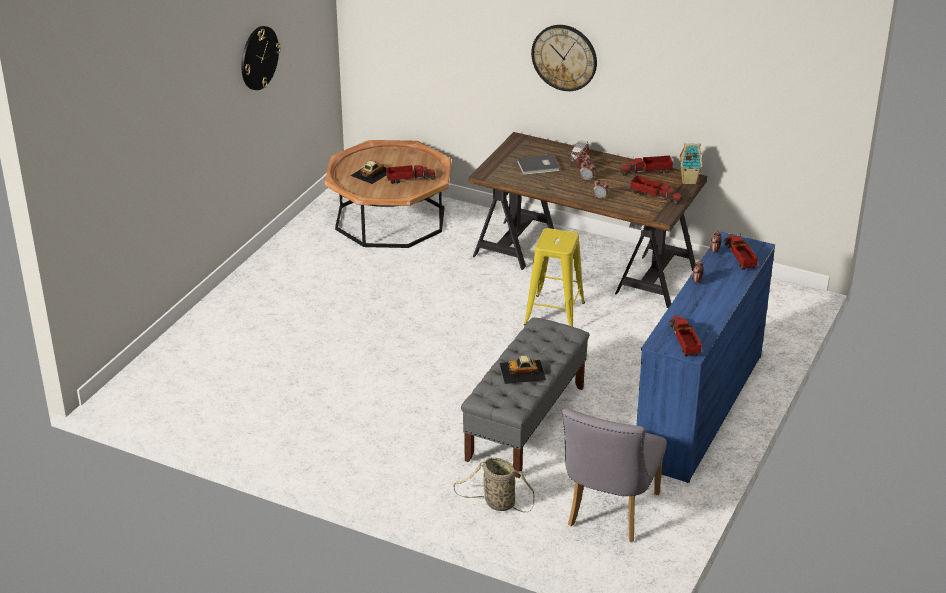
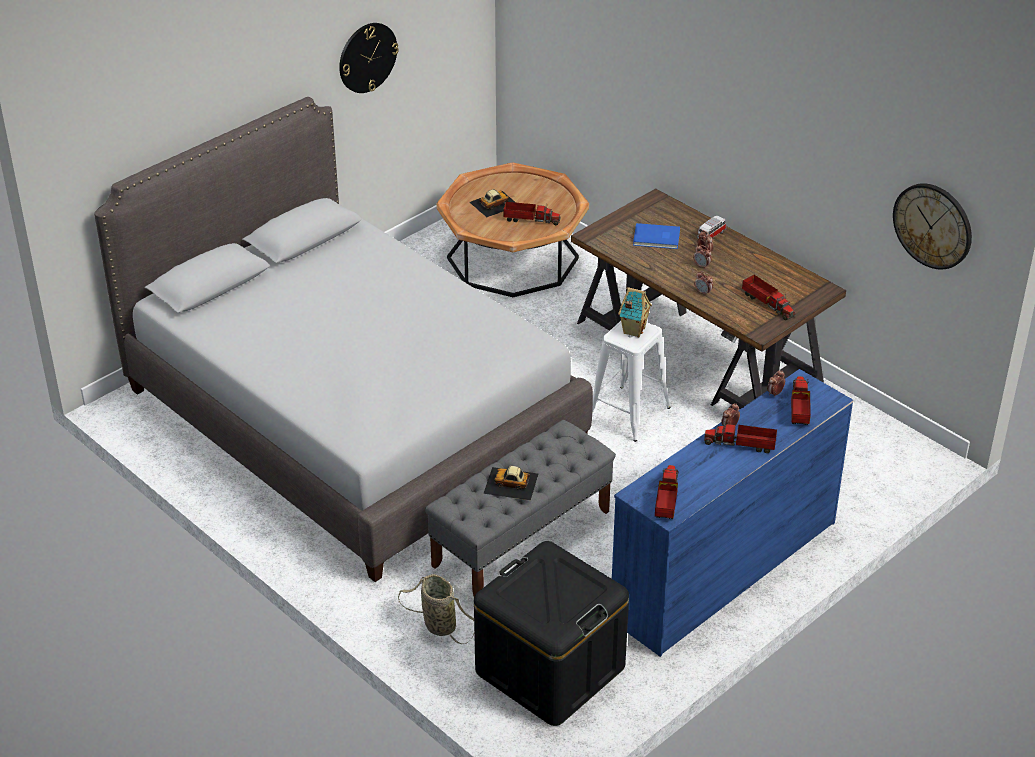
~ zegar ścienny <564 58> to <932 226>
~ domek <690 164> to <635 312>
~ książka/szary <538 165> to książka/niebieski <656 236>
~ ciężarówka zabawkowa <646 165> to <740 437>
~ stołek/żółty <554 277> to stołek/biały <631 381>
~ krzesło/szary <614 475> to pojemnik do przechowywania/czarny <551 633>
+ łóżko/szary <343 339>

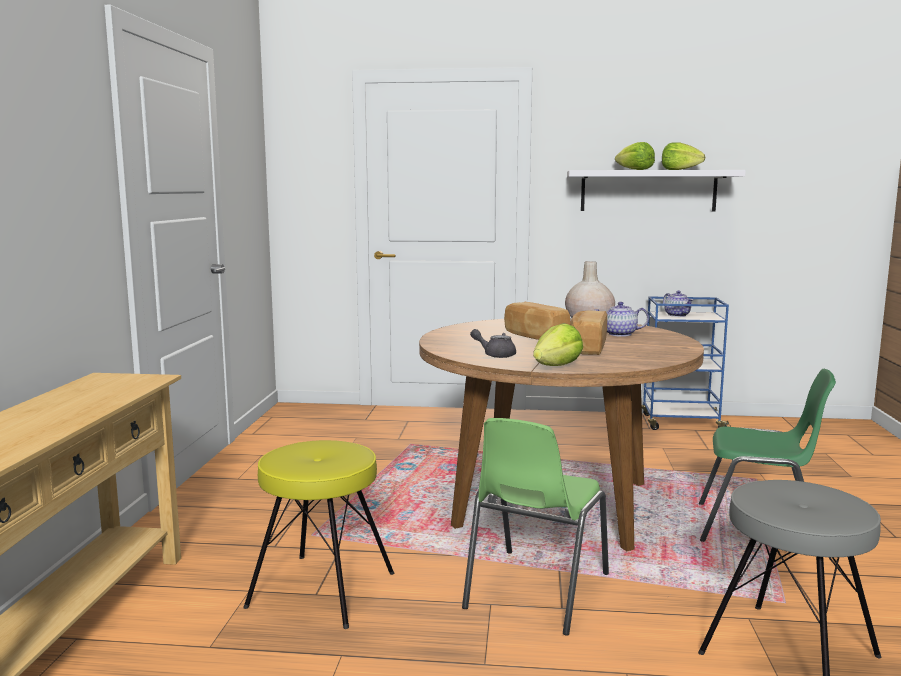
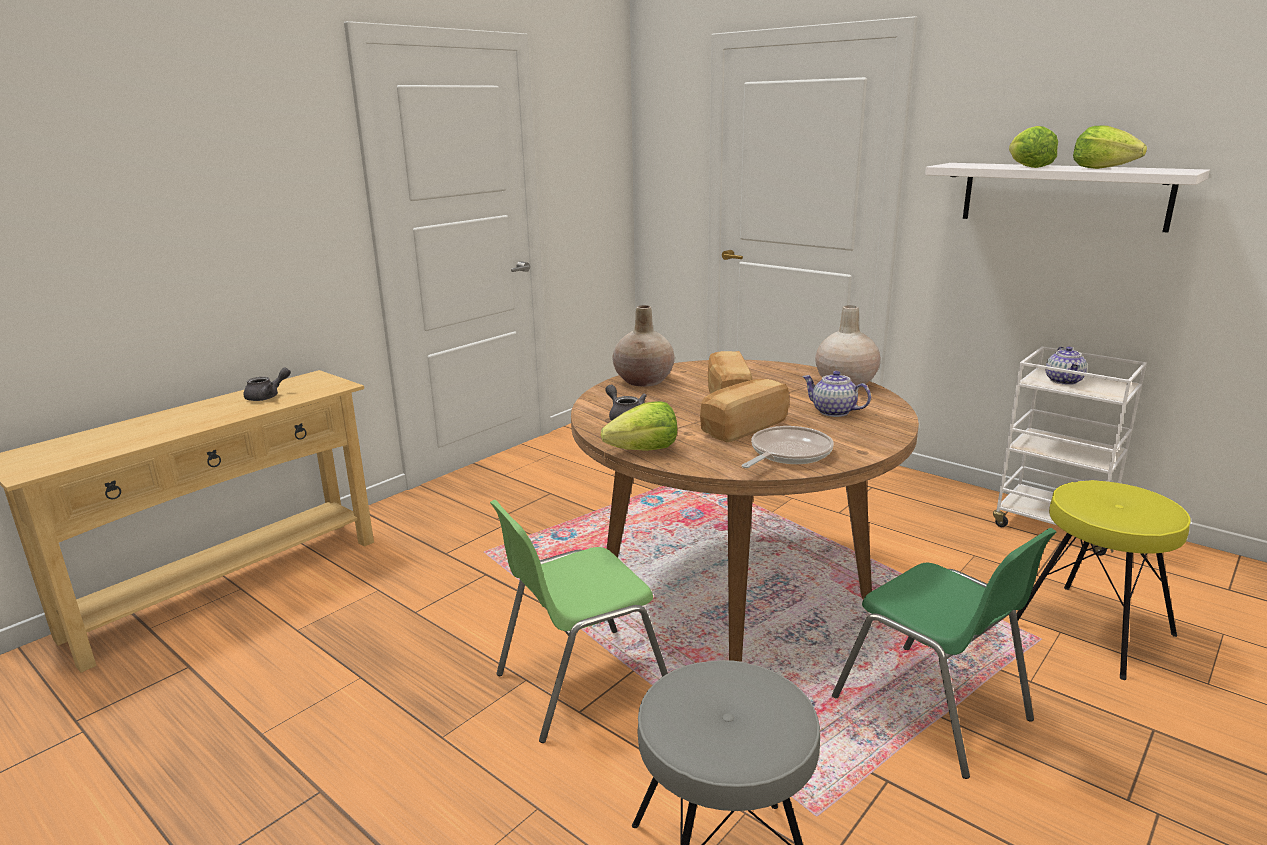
~ wózek/niebieski <686 363> to wózek/biały <1070 451>
~ stołek/żółty <318 534> to <1104 580>
+ wazon/beżowy <643 346>
+ imbryk/szary <267 384>
+ patelnia <787 447>

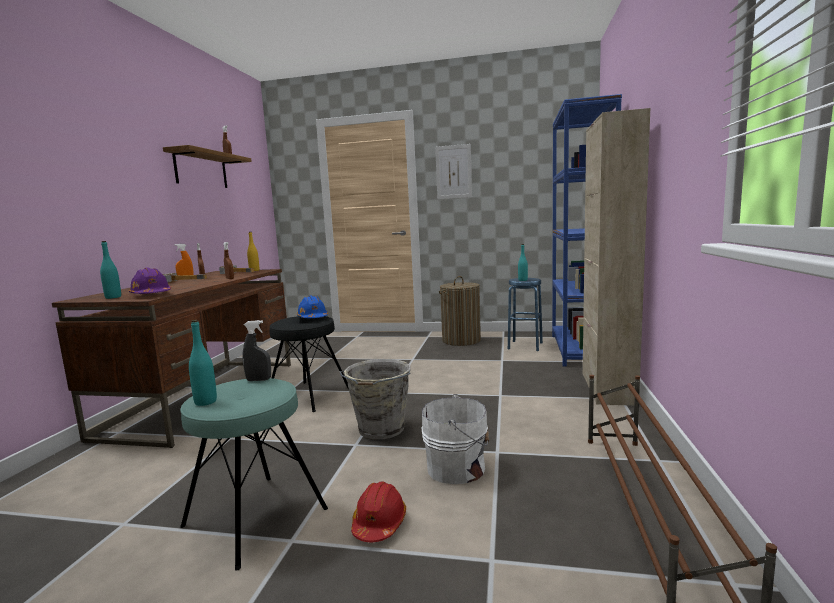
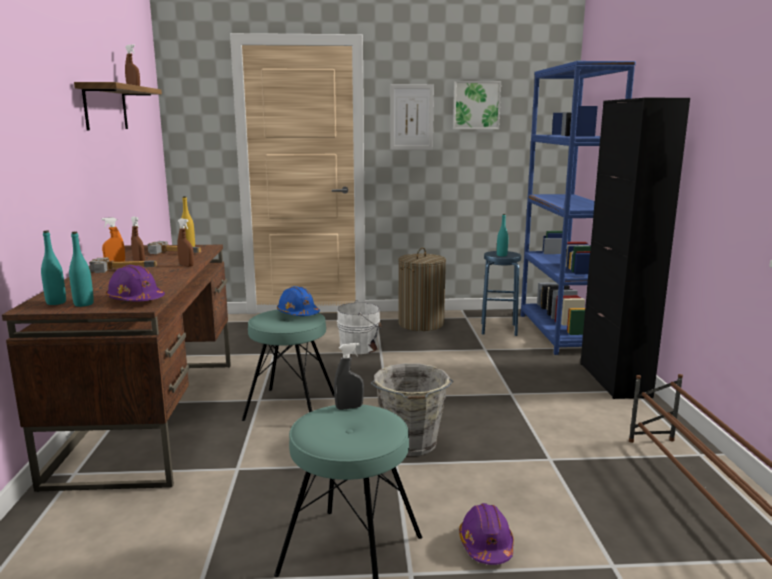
~ szafka/beżowy <616 257> to szafka/czarny <635 248>
~ stołek/czarny <309 364> to stołek/turkusowy <288 365>
~ butelka/turkusowy <203 363> to <53 268>
~ wiadro/biały <455 439> to <359 327>
~ kask/czerwony <378 511> to kask/fioletowy <486 534>
+ obraz <477 105>

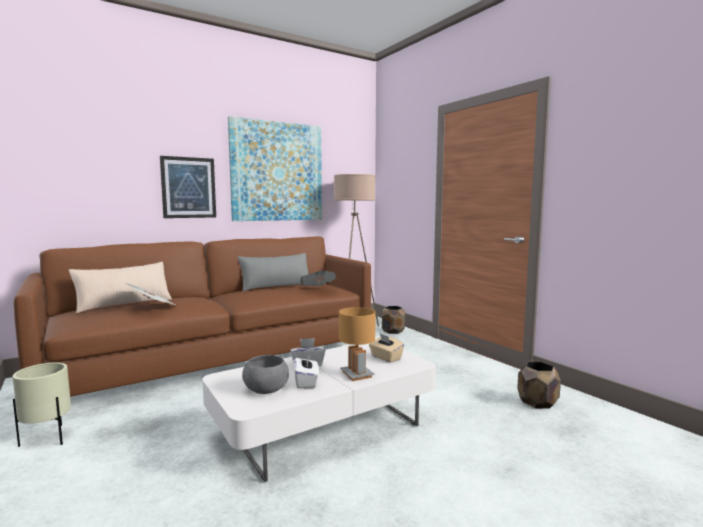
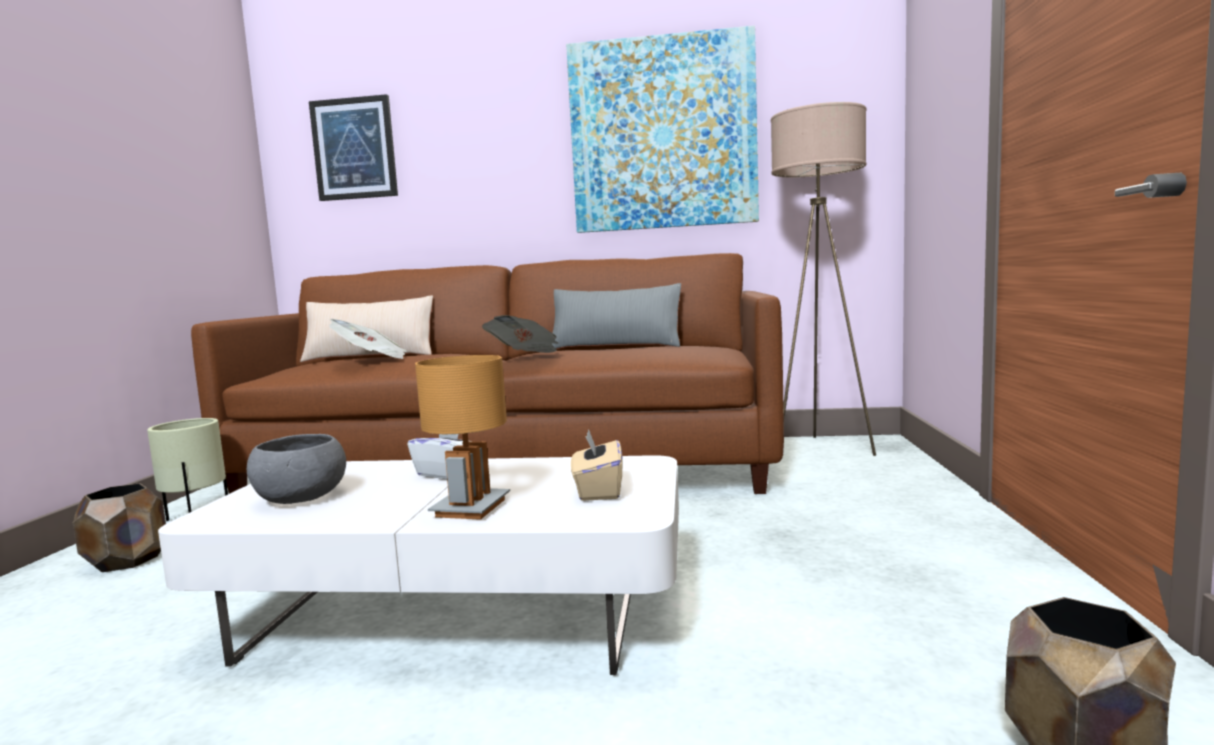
~ obraz <188 187> to <353 147>
~ gazeta <318 278> to <520 334>
~ donica/brązowy <393 320> to <119 528>
- pudełko chusteczek/biały <306 371>

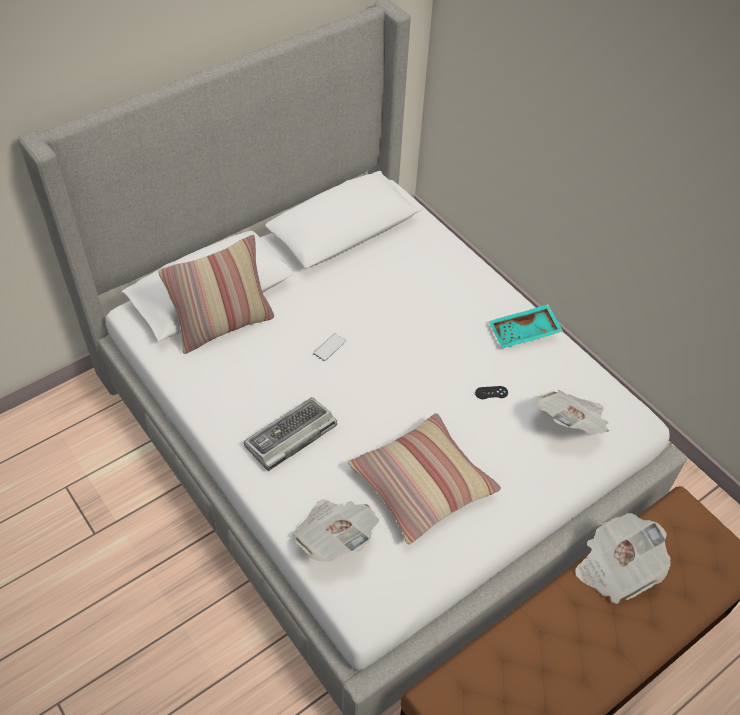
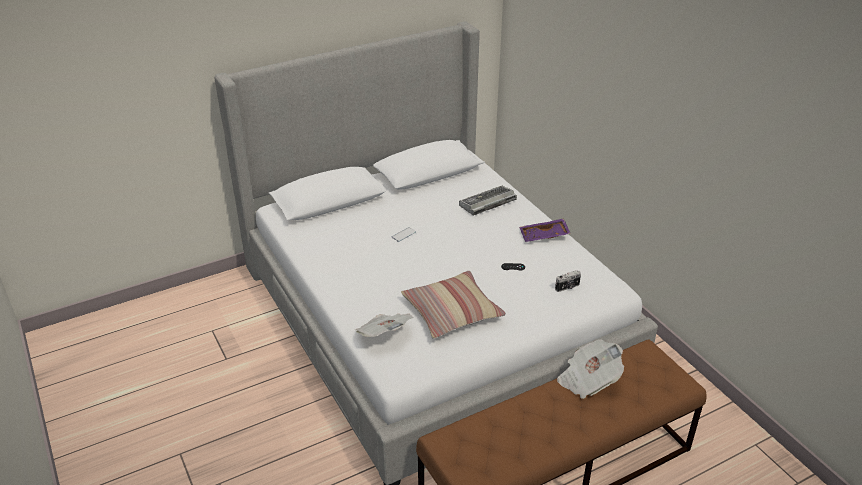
- poduszka <216 294>
~ taca/turkusowy <526 326> to taca/fioletowy <545 230>
~ gazeta <573 412> to aparat fotograficzny <568 281>
~ klawiatura <290 434> to <488 201>

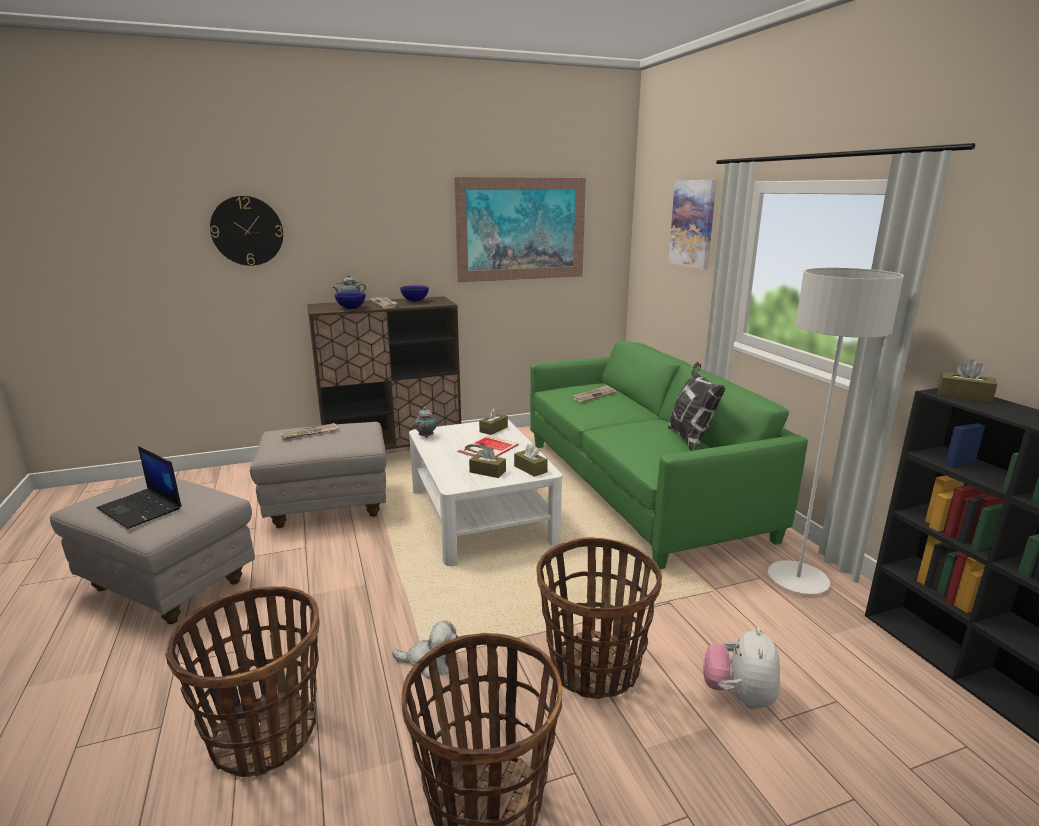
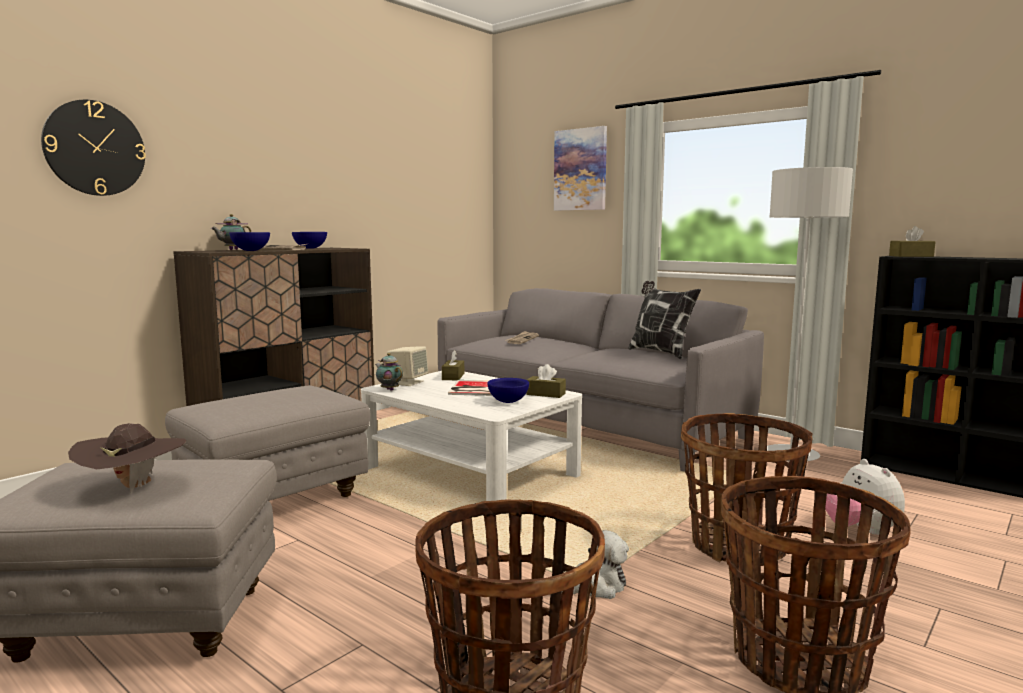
- obraz <520 229>
~ kanapa/zielony <669 455> to kanapa/szary <601 380>
- gazeta <309 431>
~ laptop <139 487> to kapelusz/brązowy <127 458>
~ pudełko chusteczek/brązowy <487 462> to miska/niebieski <508 390>
+ głośnik/beżowy <407 366>

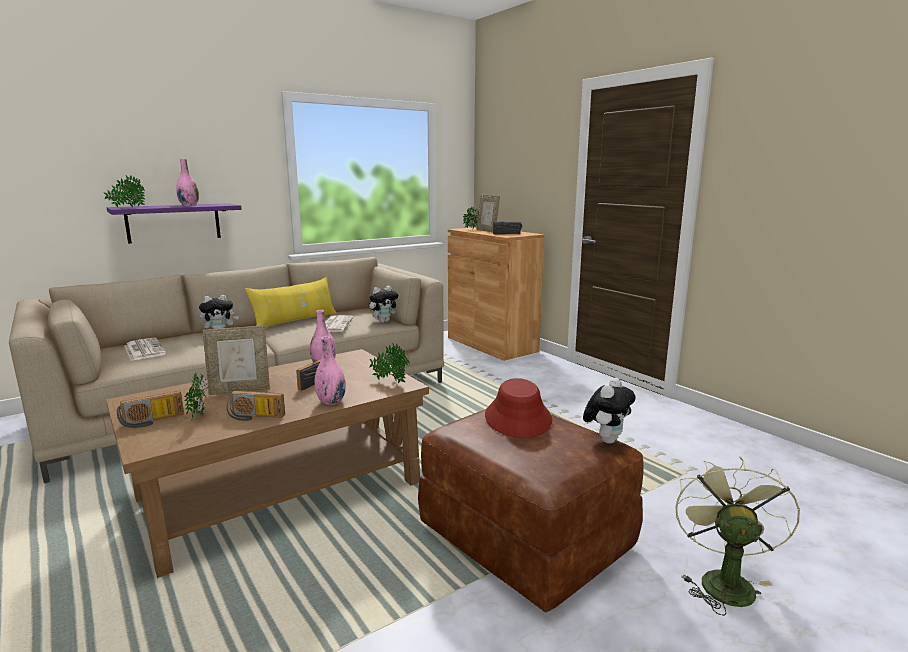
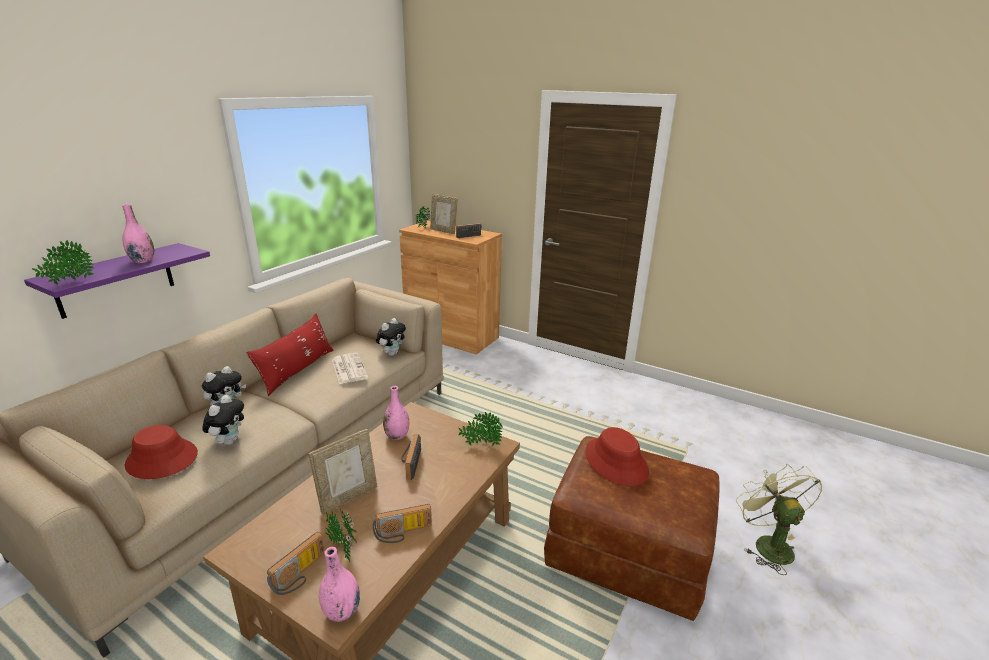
~ poduszka/żółty <291 302> to poduszka/czerwony <290 355>
~ wazon/różowy <330 370> to <339 584>
~ gazeta <145 349> to kapelusz/czerwony <161 452>
~ pluszak <609 411> to <223 420>

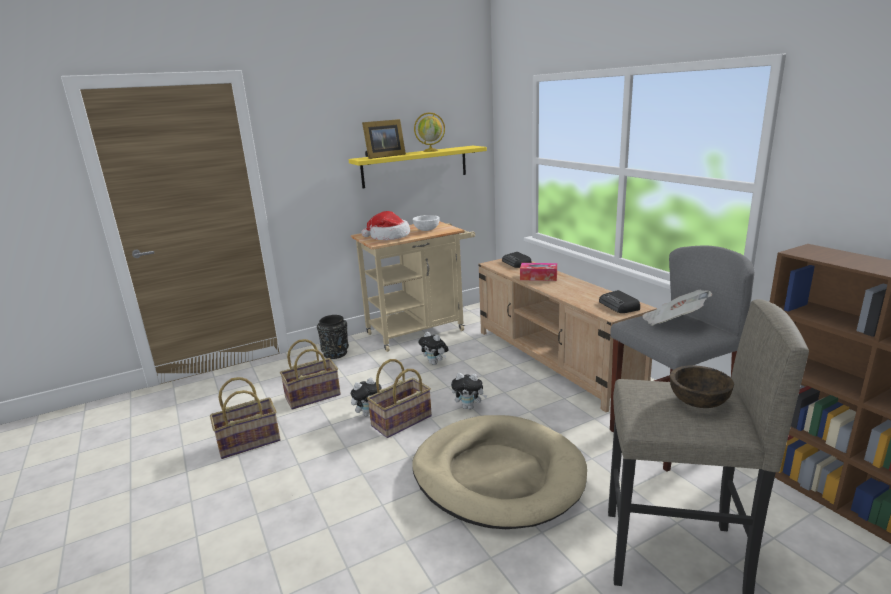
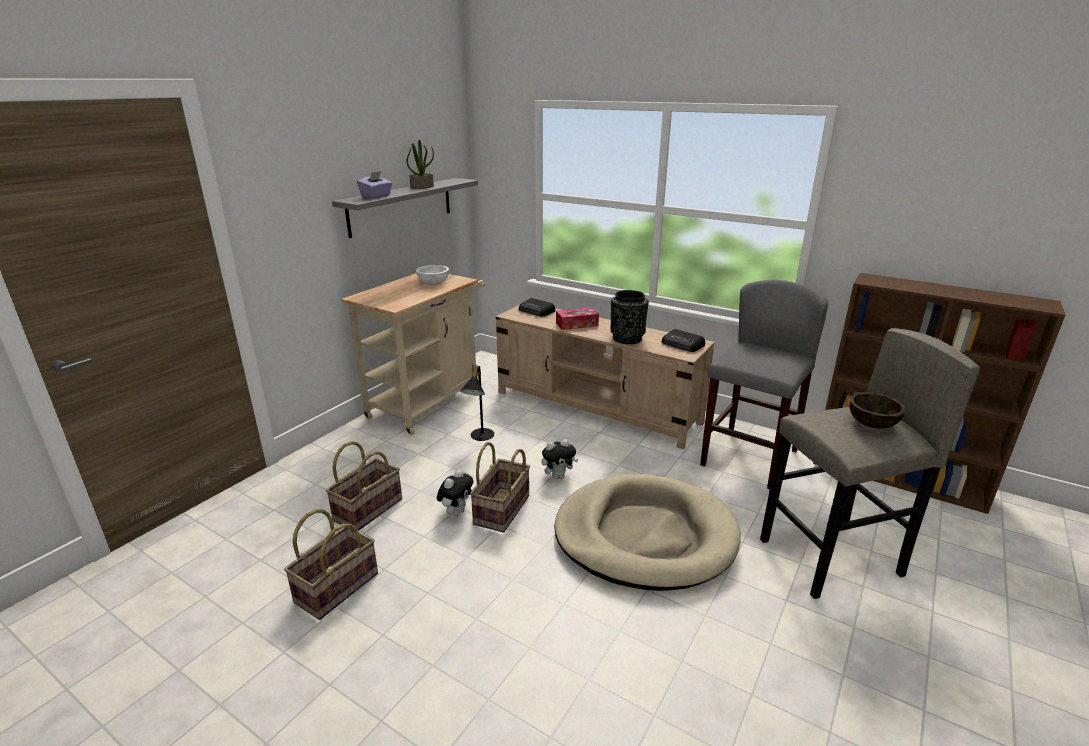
~ globus <429 132> to roślina doniczkowa <420 164>
~ ramka na zdjęcie <384 139> to pudełko chusteczek/fioletowy <374 185>
~ półka/żółty <417 167> to półka/szary <405 208>
- kapelusz <385 225>
- gazeta <677 308>
~ wazon/czarny <333 337> to <629 317>
~ pluszak <433 348> to lampa stołowa/czarny <477 403>

